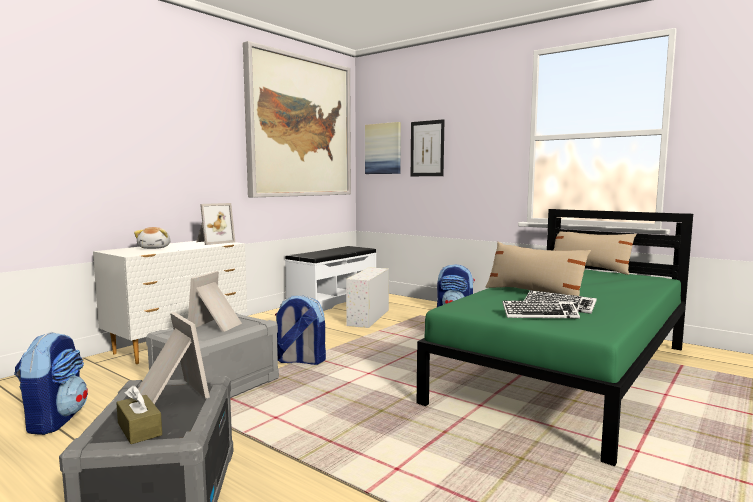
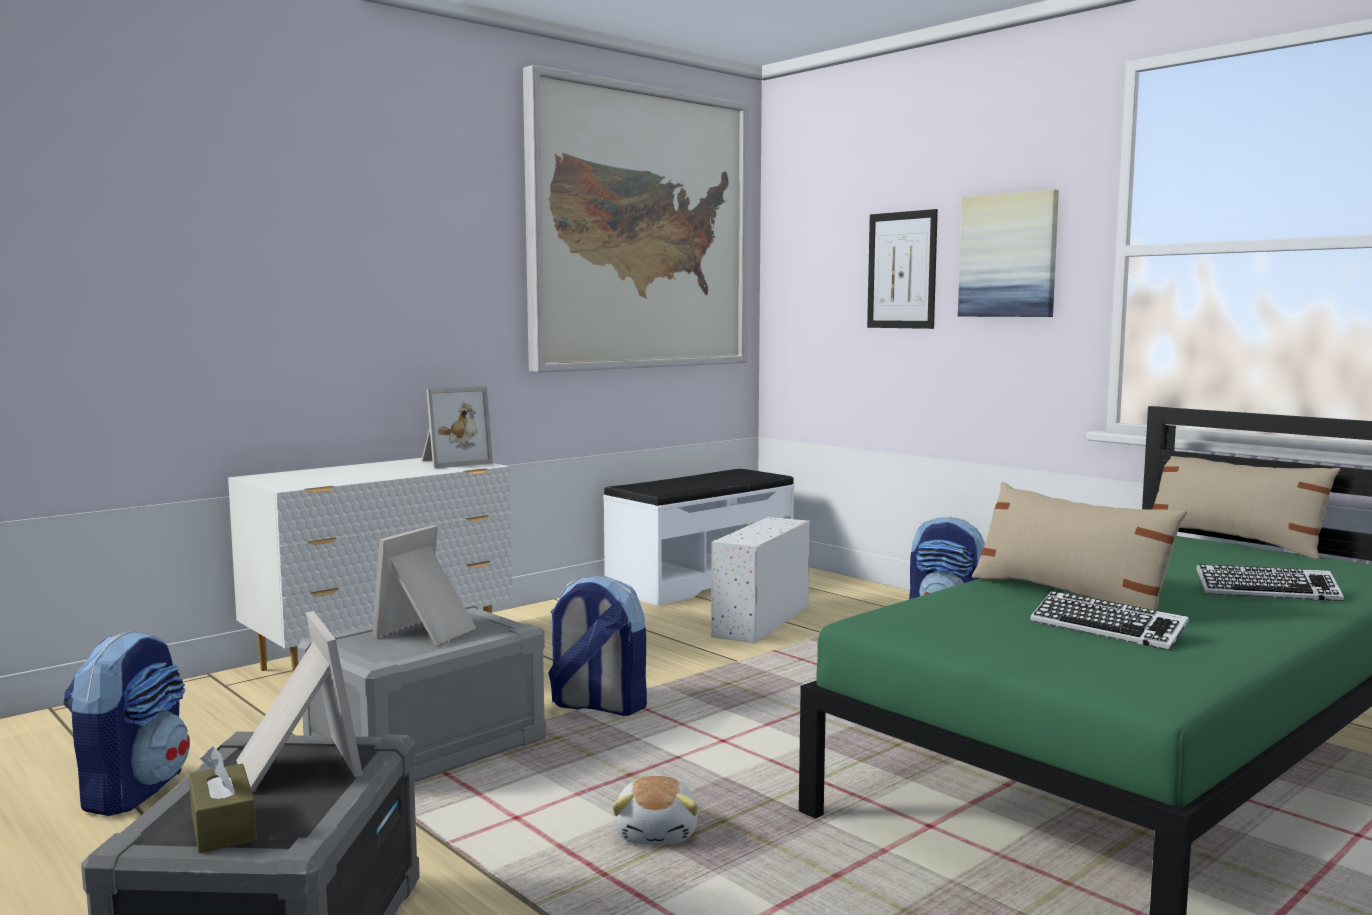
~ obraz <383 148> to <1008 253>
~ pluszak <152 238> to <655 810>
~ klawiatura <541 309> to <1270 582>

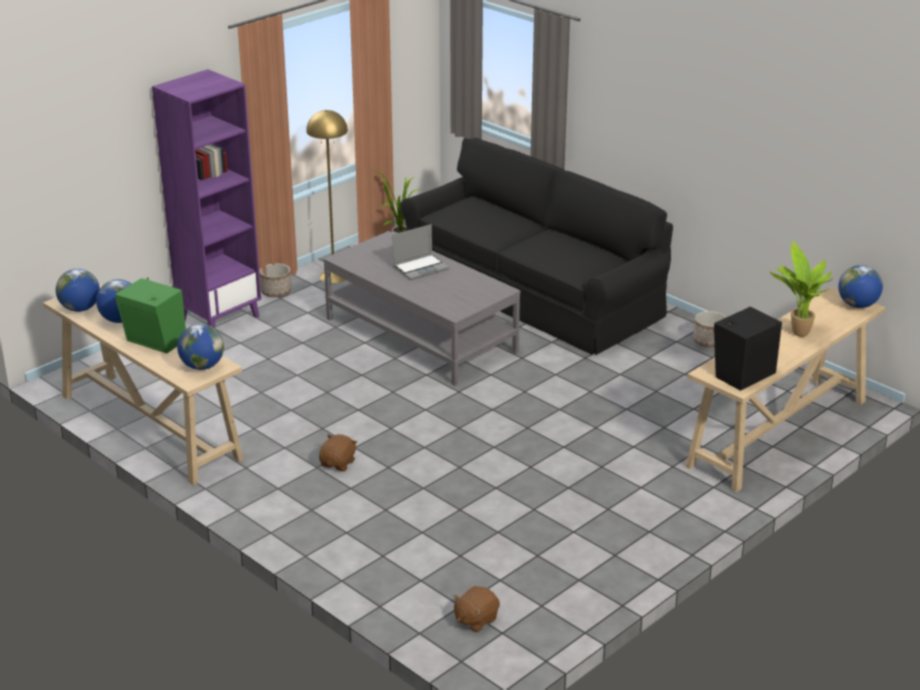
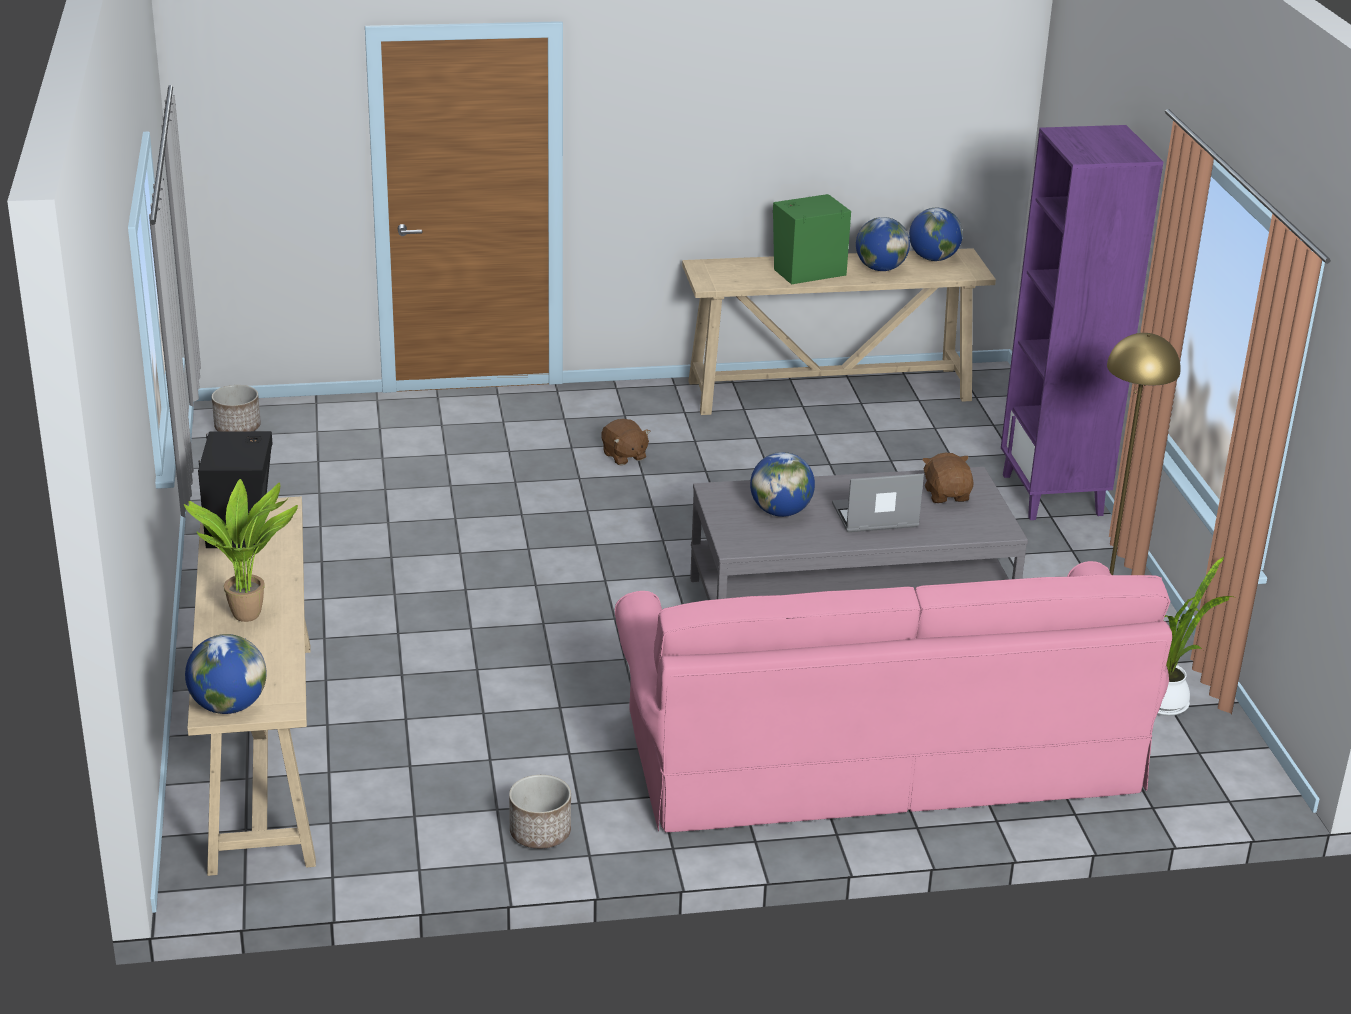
~ kanapa/czarny <536 246> to kanapa/różowy <893 696>
~ laptop <420 252> = <878 502> 75 degrees clockwise
~ donica <276 280> to <236 408>
~ globus <200 347> to <782 484>
~ pluszak/brązowy <476 609> to <948 478>

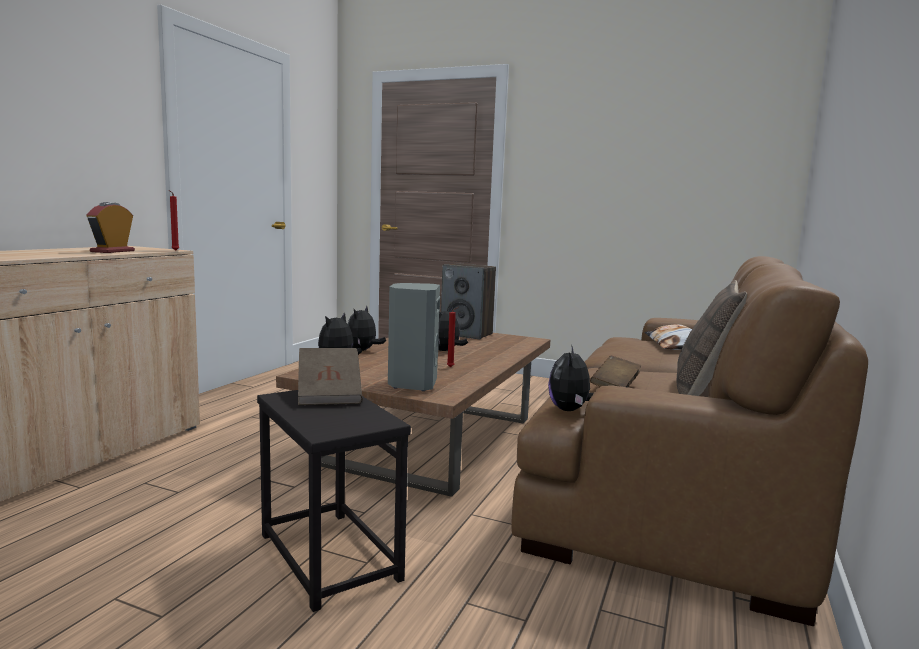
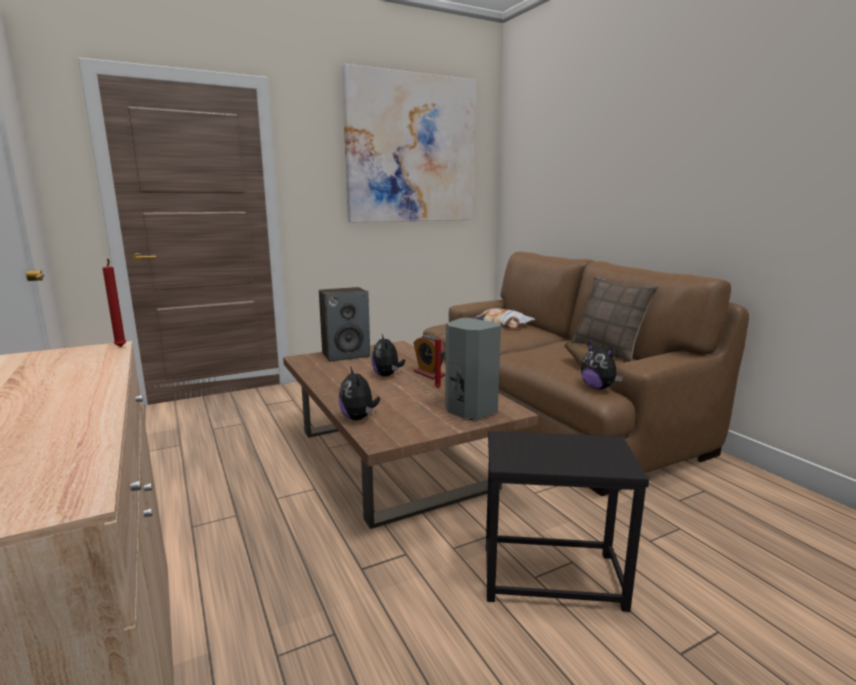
~ budzik <111 227> to <429 357>
- pluszak <366 328>
- książka/brązowy <330 376>
+ obraz <409 143>

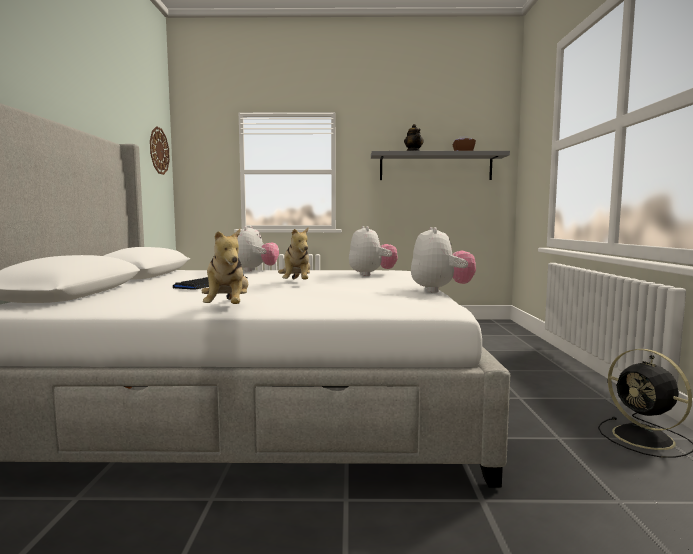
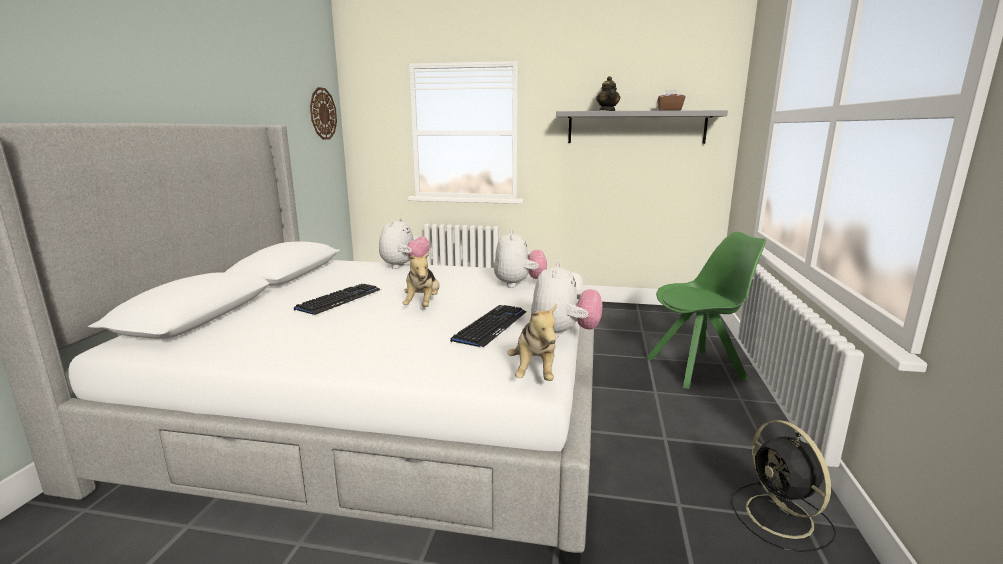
~ pluszak <225 266> to <532 342>
+ krzesło/zielony <706 310>
+ klawiatura <488 326>

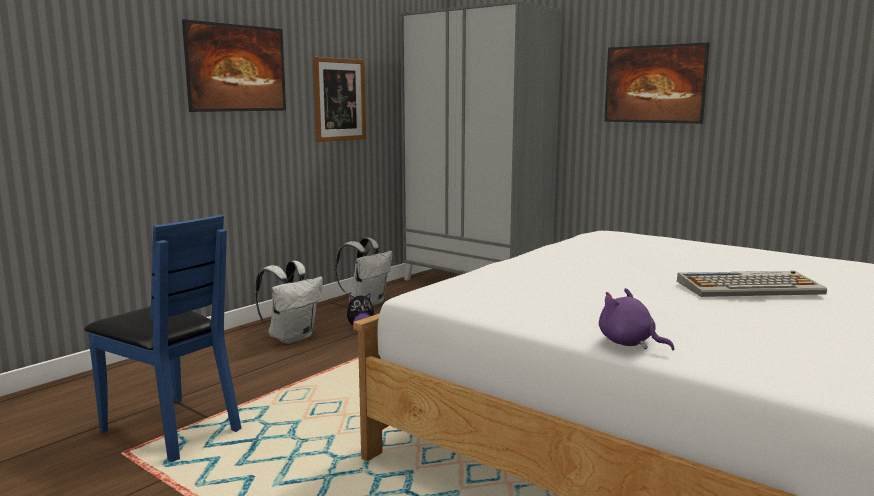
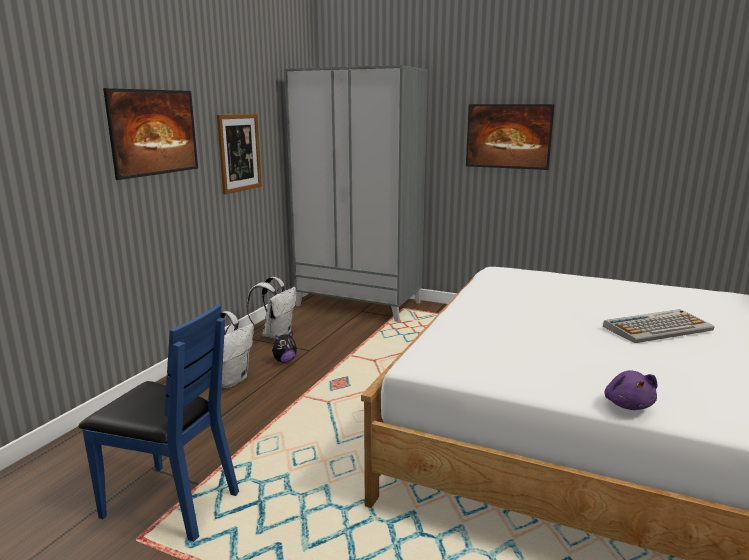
~ pluszak/fioletowy <636 319> = <631 390> 120 degrees counterclockwise

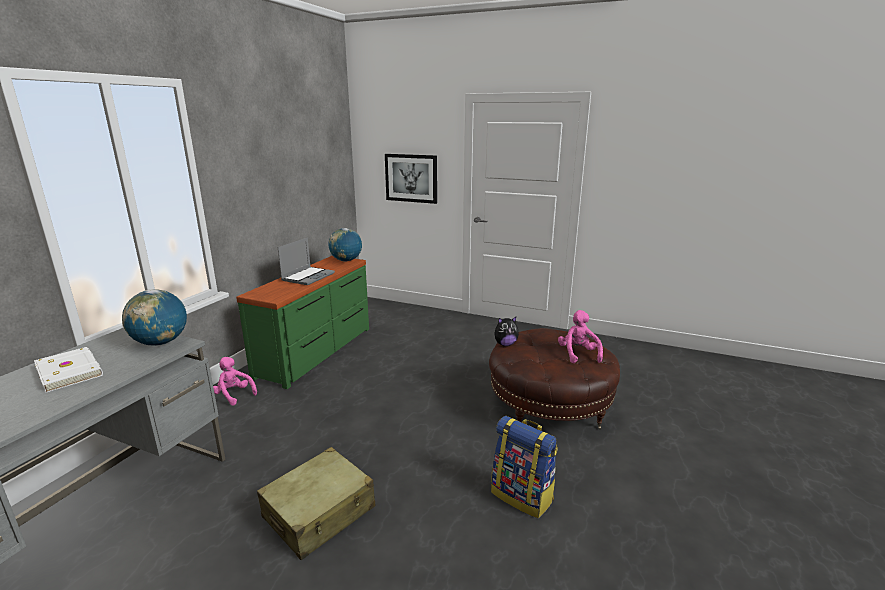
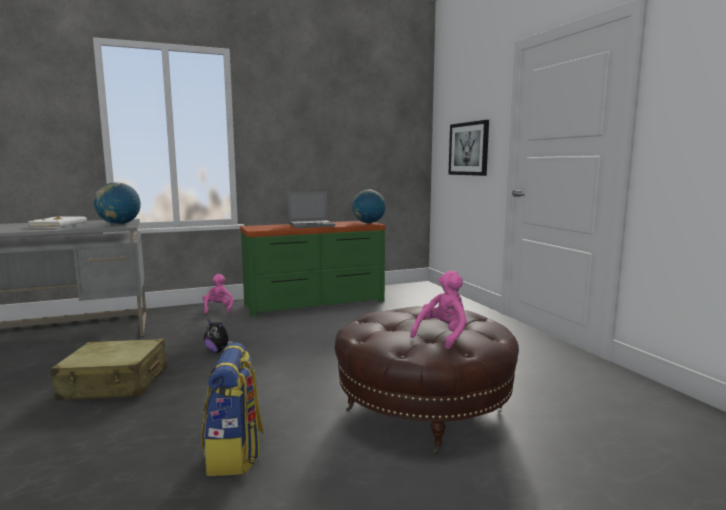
~ pluszak <506 331> to <218 336>

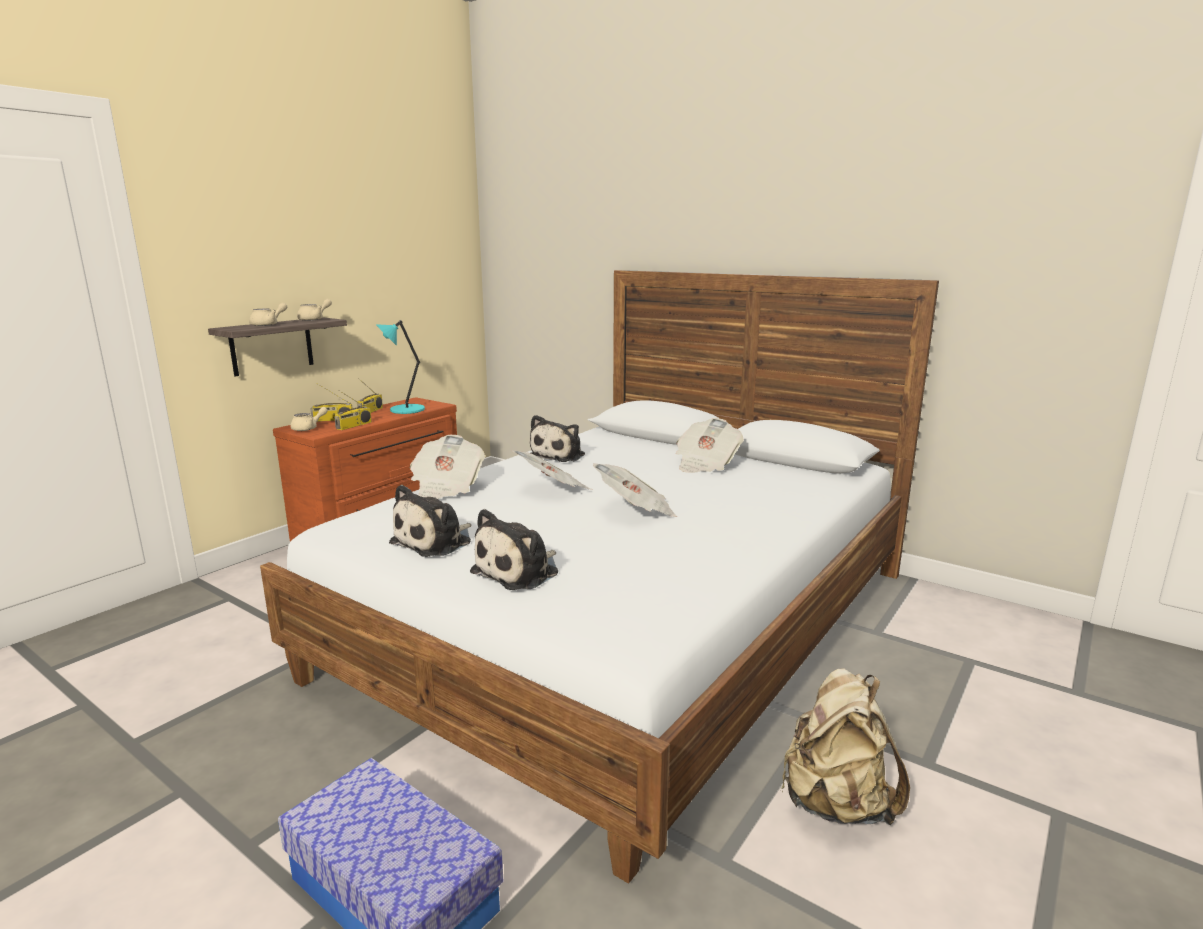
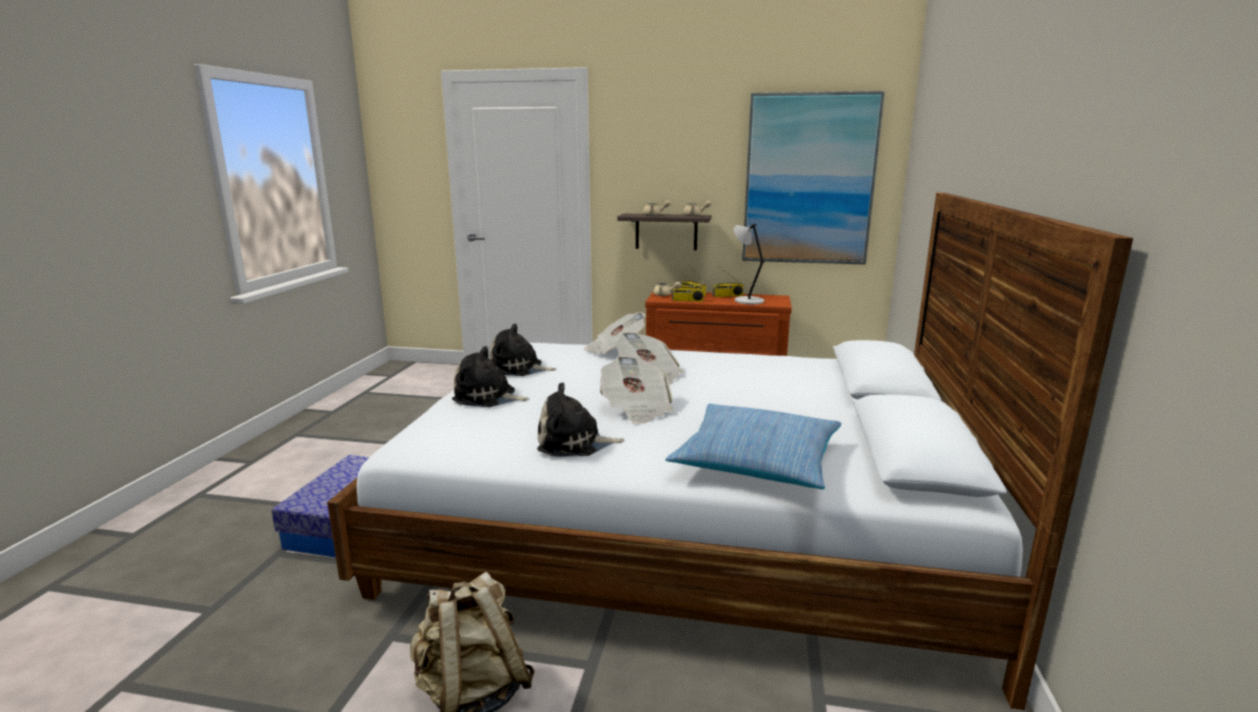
~ lampa stołowa/turkusowy <400 367> to lampa stołowa/szary <749 264>
~ pluszak <557 438> to <580 419>
- gazeta <710 445>
+ obraz <813 178>
+ poduszka <753 446>

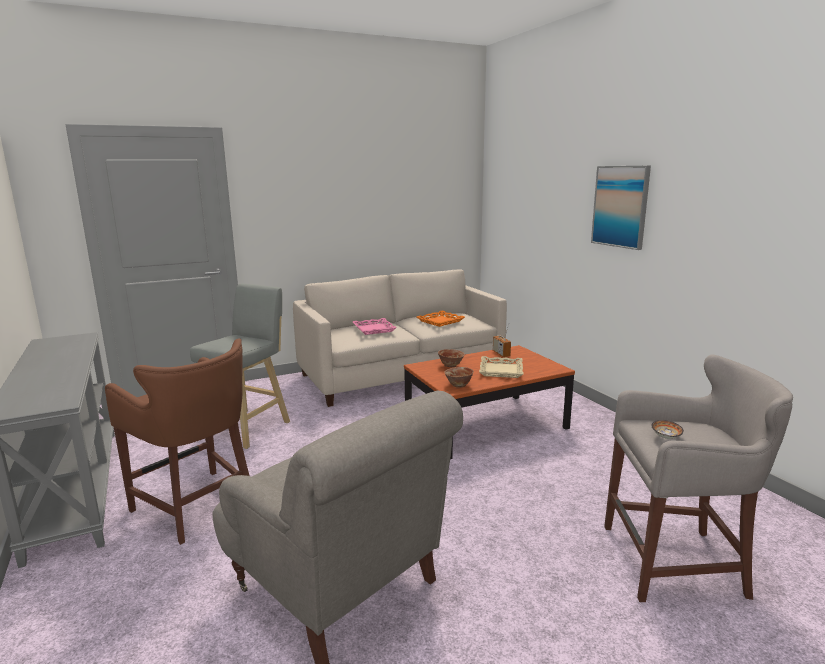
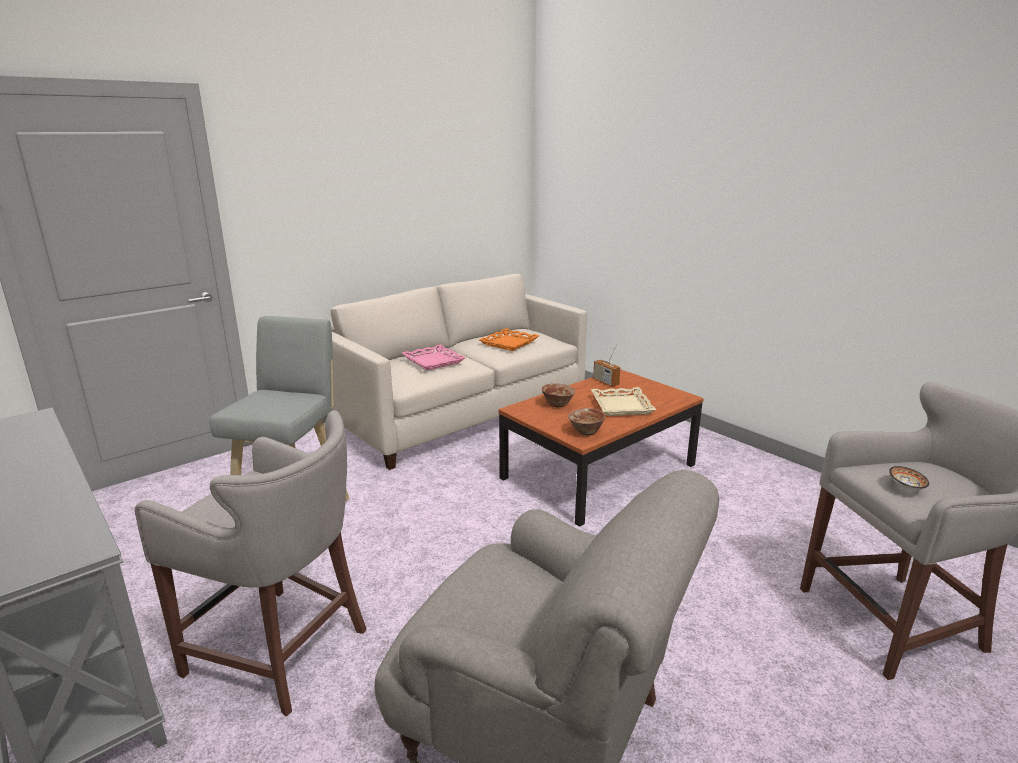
- obraz <621 208>
~ stołek/brązowy <177 441> to stołek/szary <251 563>

